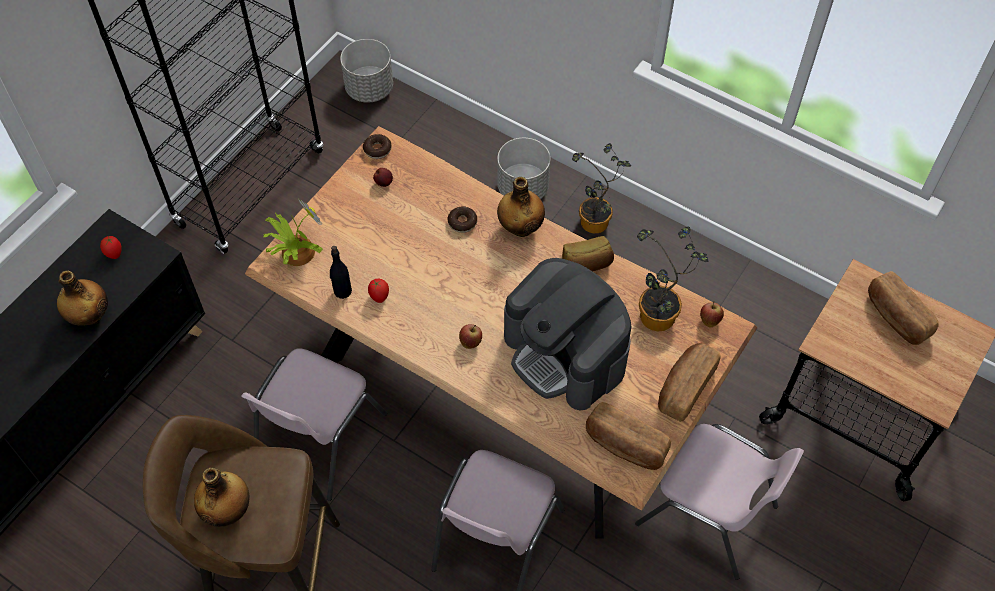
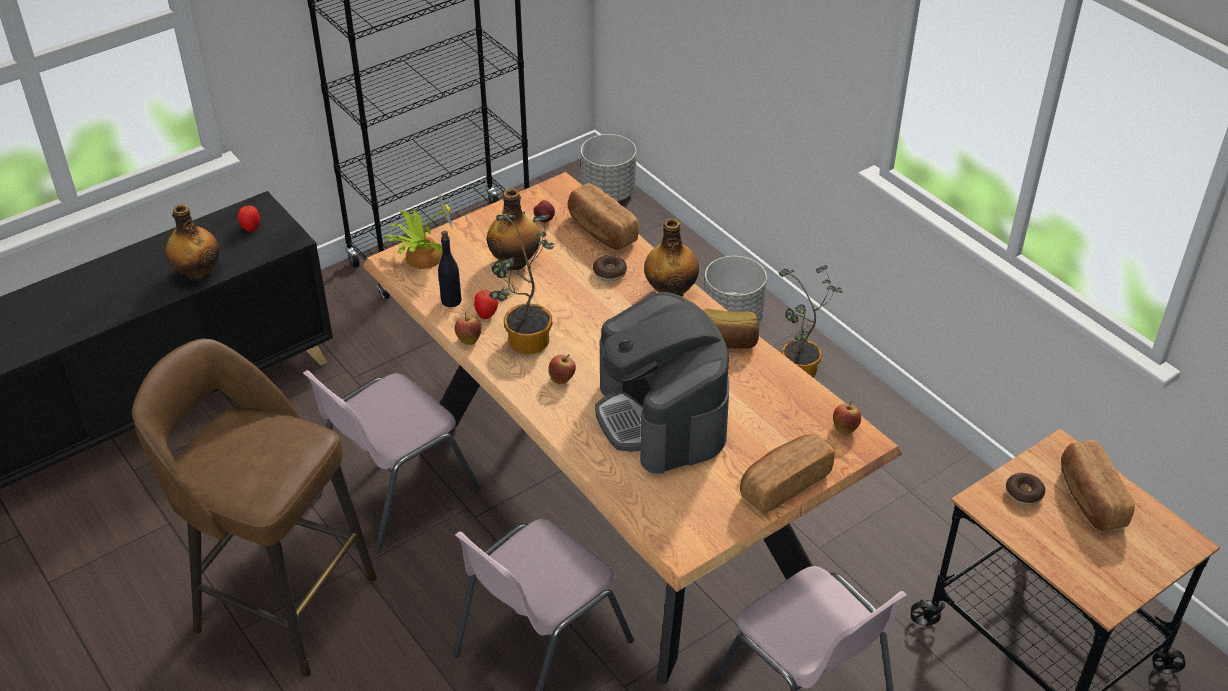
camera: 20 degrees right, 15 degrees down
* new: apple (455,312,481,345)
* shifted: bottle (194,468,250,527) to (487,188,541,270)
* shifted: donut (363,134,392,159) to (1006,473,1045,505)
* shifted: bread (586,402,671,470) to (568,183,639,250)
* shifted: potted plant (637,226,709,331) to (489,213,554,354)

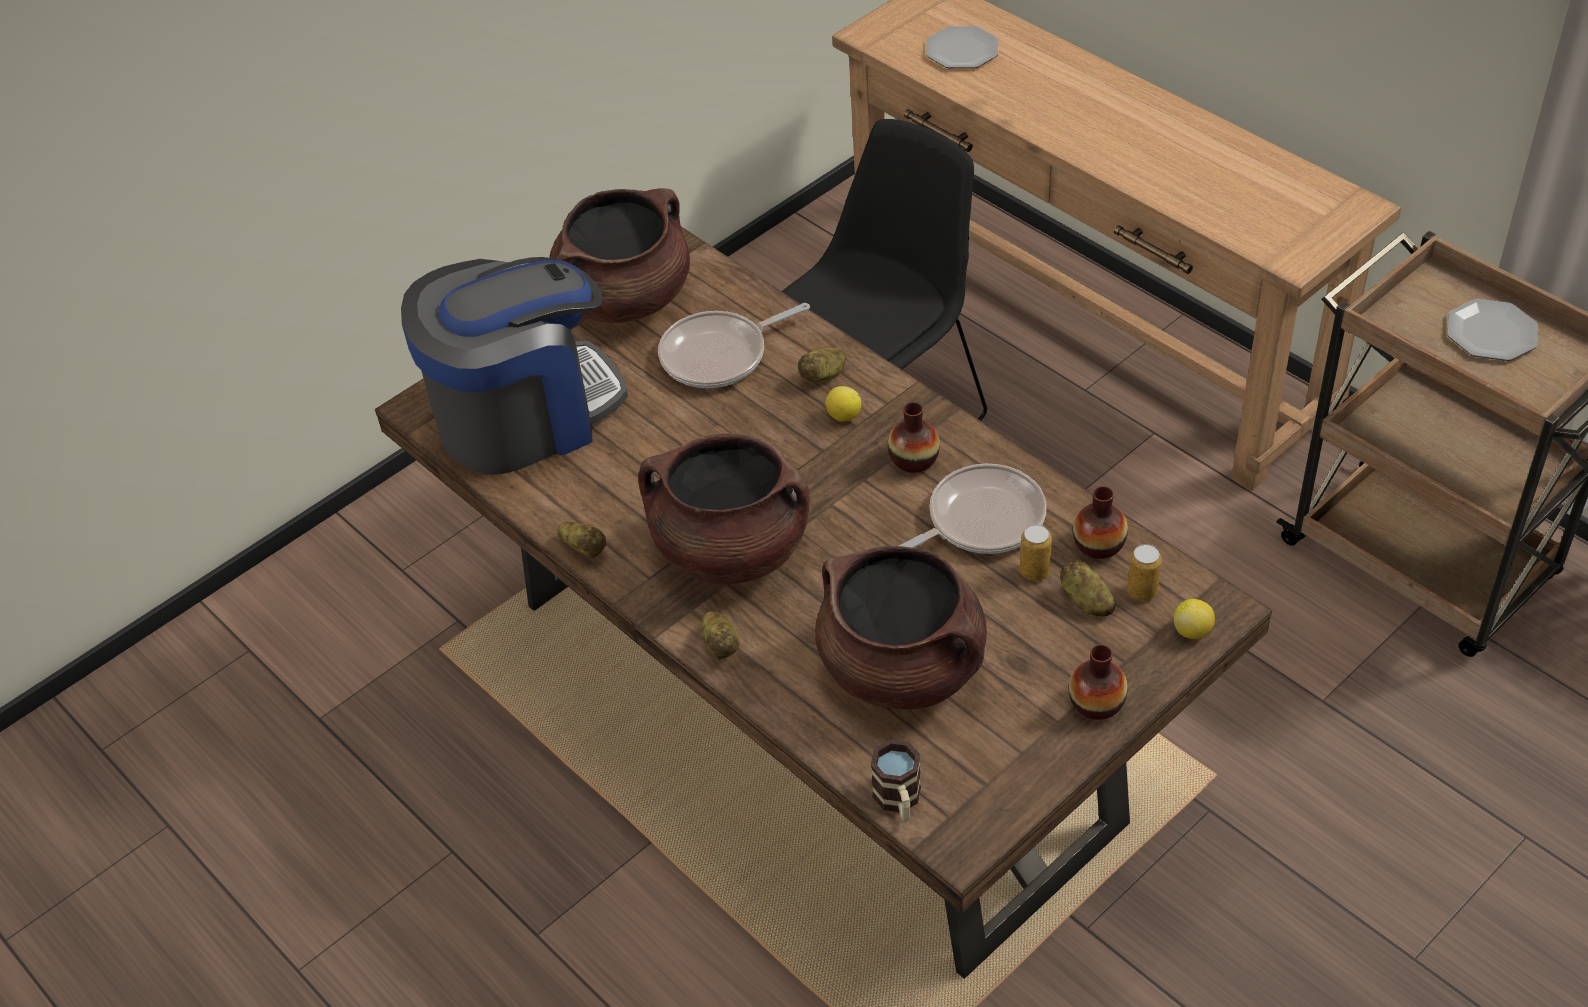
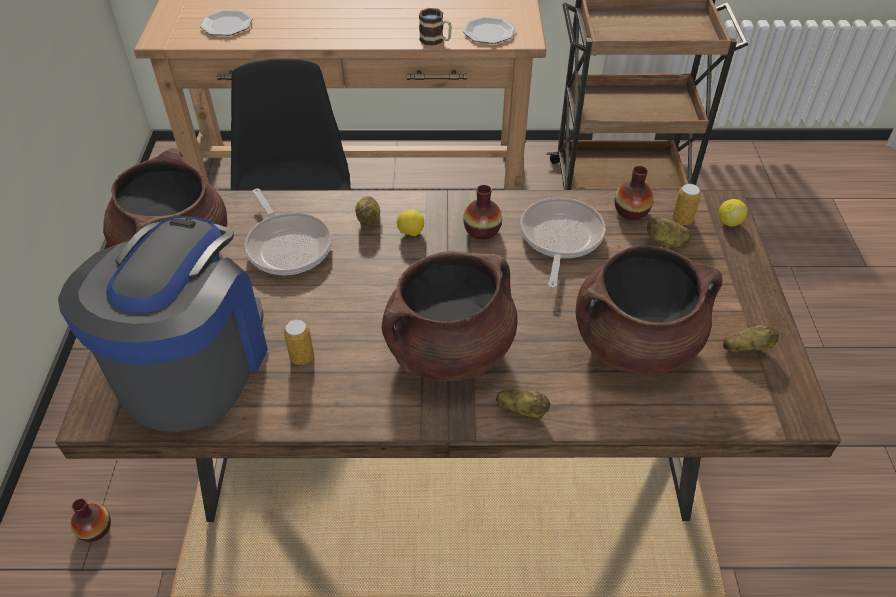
camera: 50 degrees left, 0 degrees up
* shifted: potato (557,521,606,558) to (723,324,779,352)
* shifted: mug (871,739,921,821) to (419,8,452,46)
* shifted: can (1020,525,1052,581) to (284,319,314,365)
* shifted: vase (1069,645,1128,720) to (71,499,111,542)
* shifted: plate (1447,299,1538,361) to (463,16,515,44)
* rotated: frying pan (658,303,810,388) = (245,189,332,275) 45 degrees counterclockwise

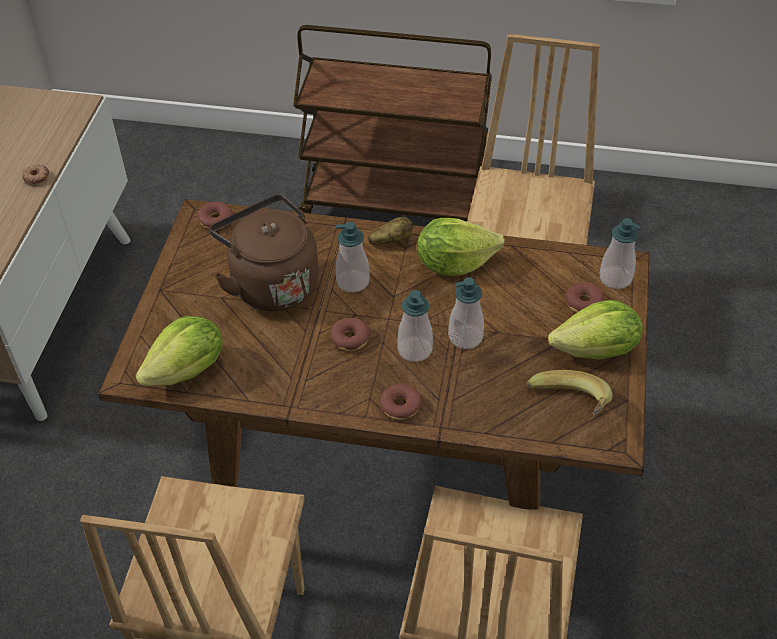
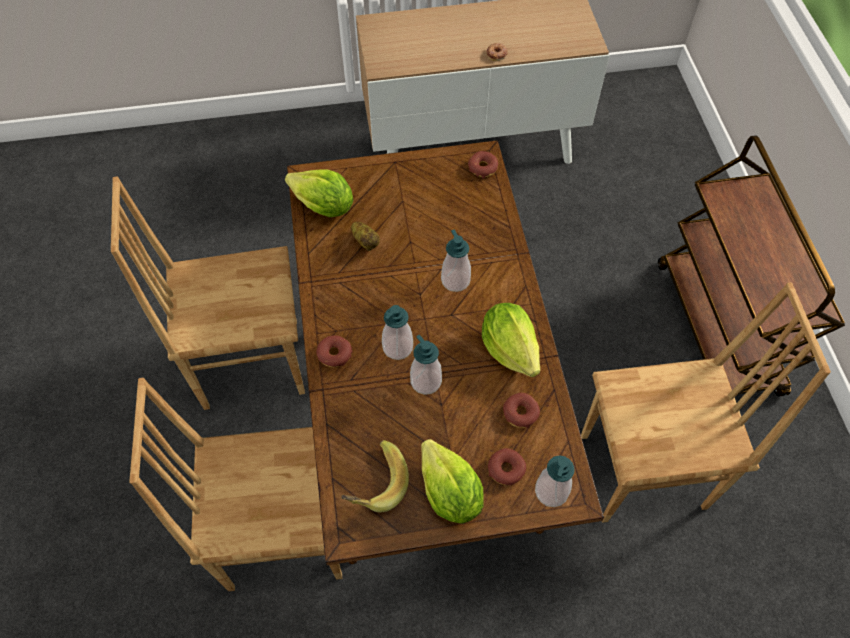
camera: 70 degrees right, 10 degrees up
* gone: brown kettle (210,194,319,311)
* shifted: donut (331,318,371,351) to (503,393,540,428)
* shifted: potato (368,217,413,246) to (351,222,380,251)

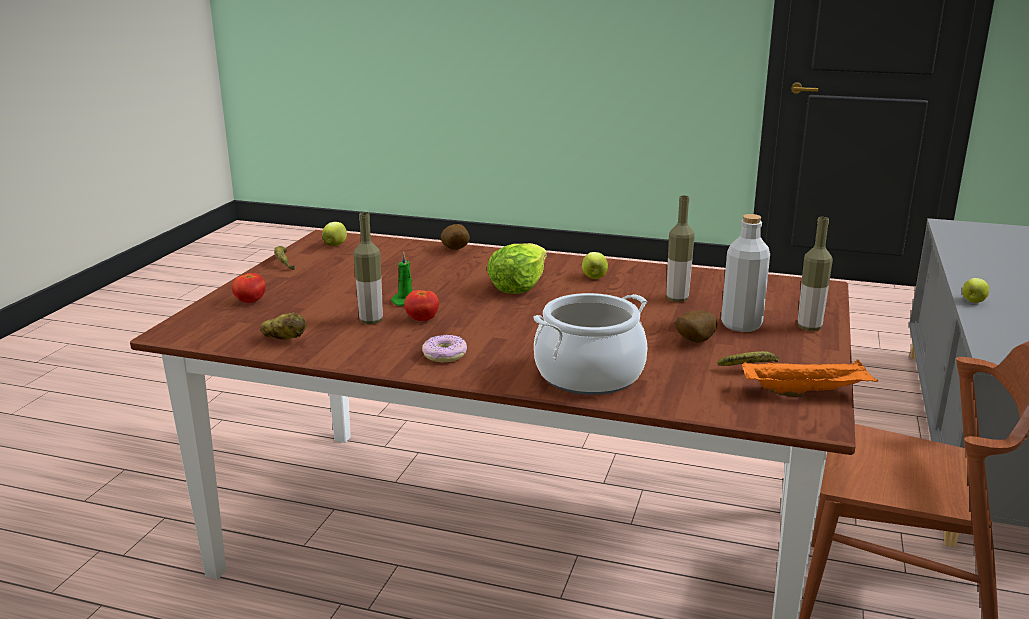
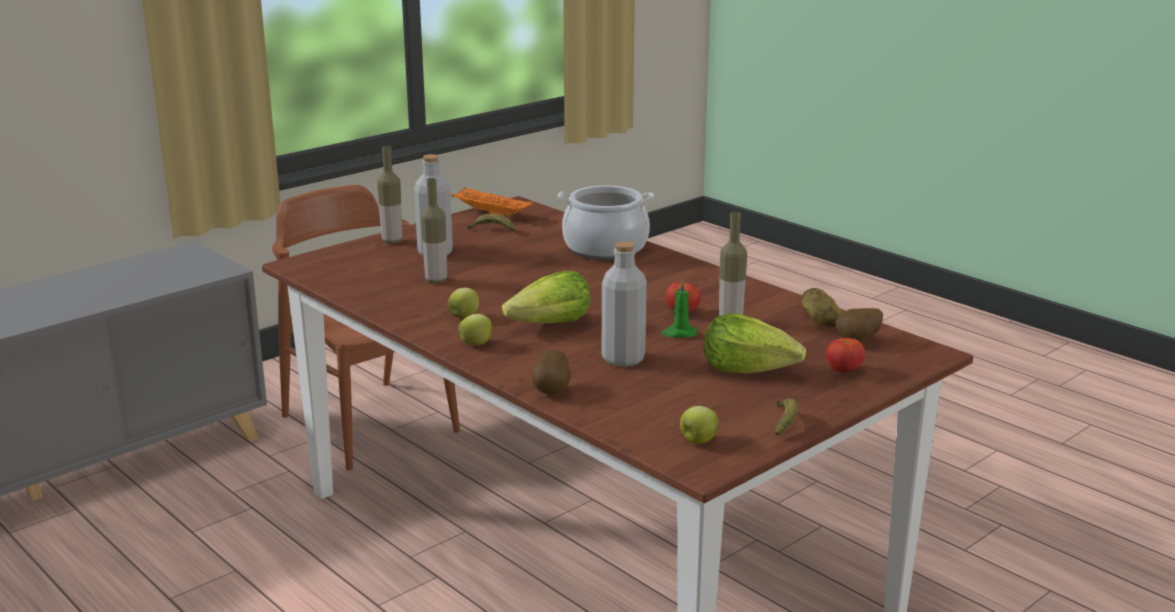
camera: 150 degrees left, 0 degrees up
* gone: donut (422,335,467,363)
* new: grey bottle (602,241,647,367)
* new: lettuce (704,313,806,374)
* shifted: potato (675,310,718,343) to (835,308,883,342)
* shifted: apple (962,278,989,303) to (458,314,495,345)

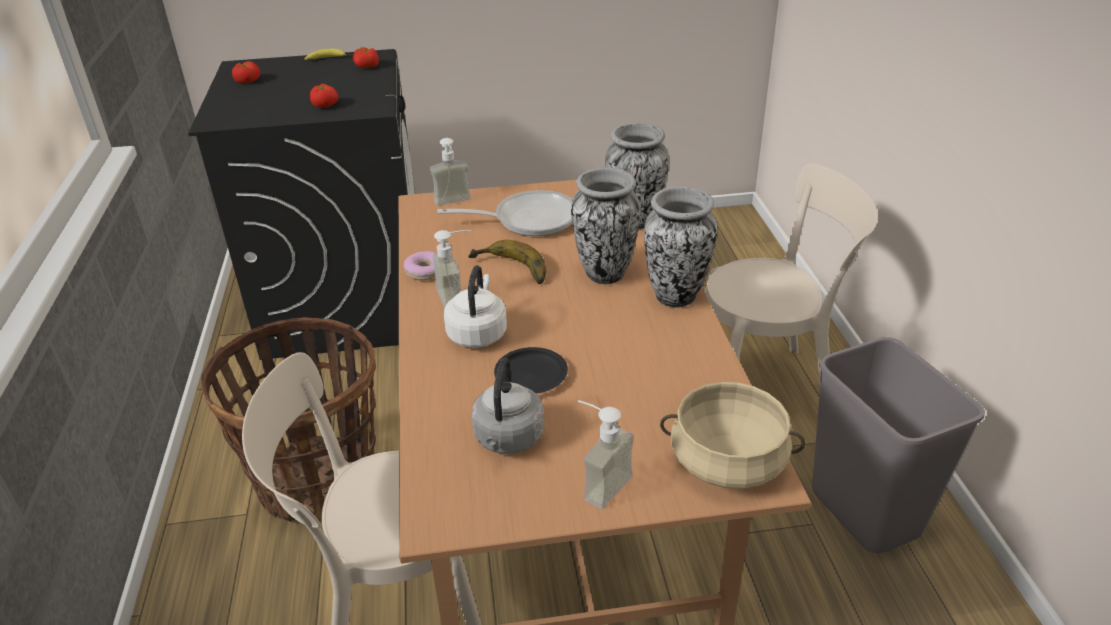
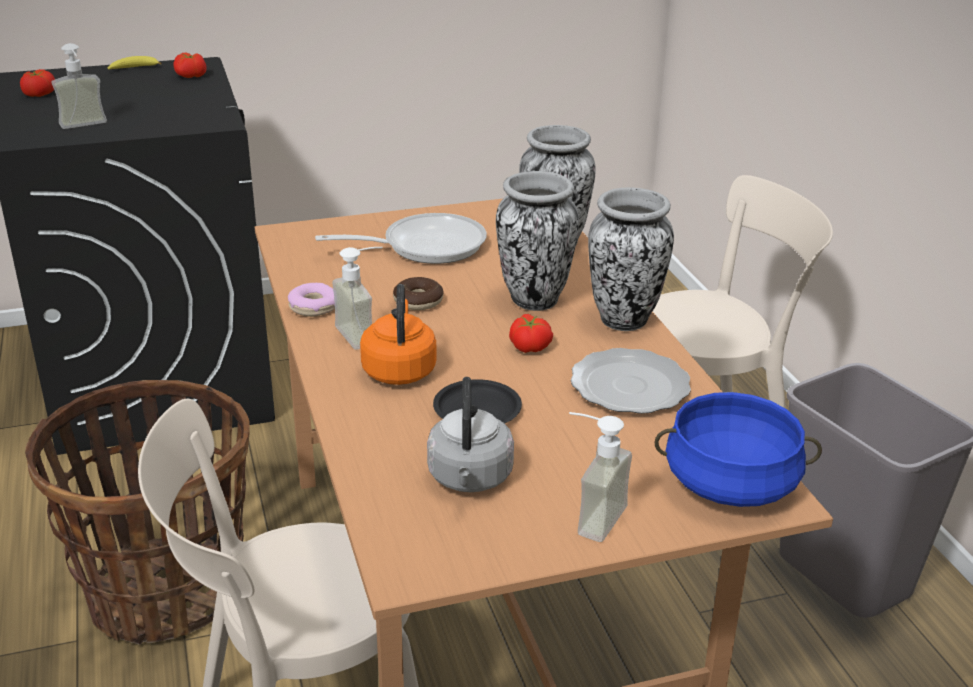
camera: 10 degrees left, 5 degrees down
* new: plate (571,348,691,414)
* shifted: tomato (310,84,338,108) to (509,314,553,353)
* shifted: soap dispenser (430,138,471,206) to (52,43,107,129)
* swapped: banana (468,240,546,284) to donut (393,277,444,310)
* repainted: white kettle (444,265,507,348) to orange kettle (360,284,437,385)
* repainted: beige cooking pot (660,382,805,489) to blue cooking pot (654,392,822,507)

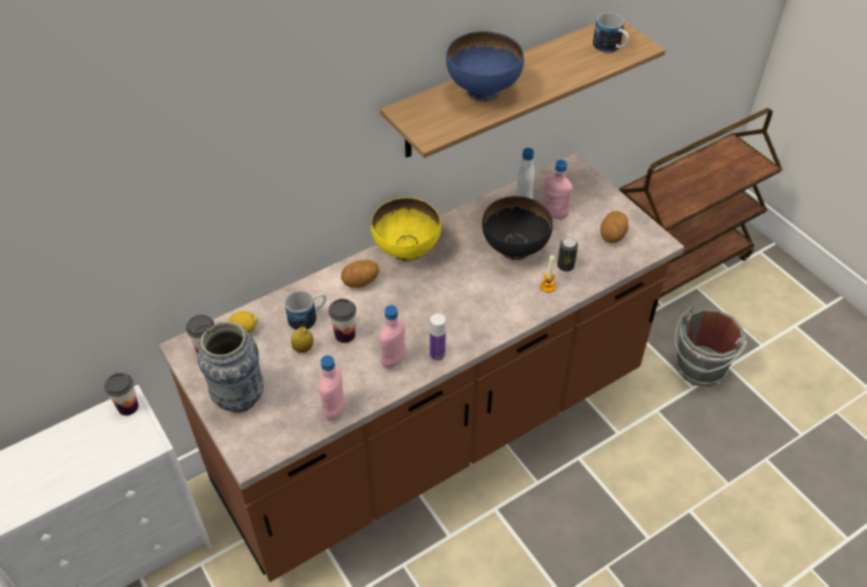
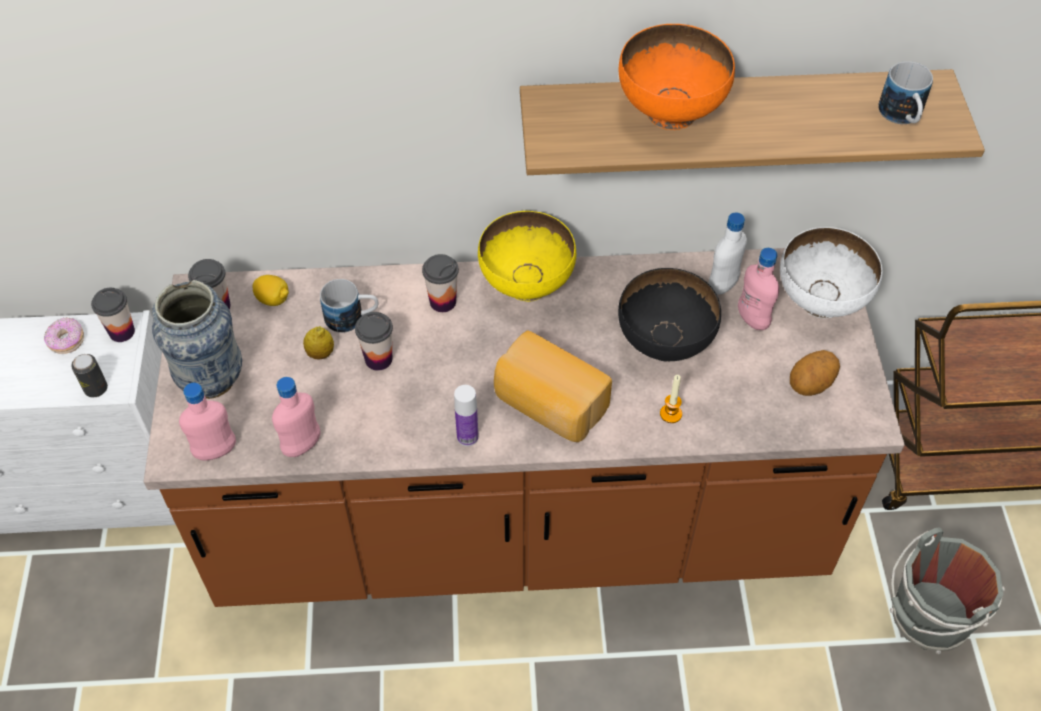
camera: 30 degrees right, 5 degrees up
* new: donut (44,317,84,354)
* new: bread (494,330,612,442)
* new: white bowl (780,227,882,318)
* shifted: pink bottle (379,305,406,368) to (179,383,236,461)
* shifted: can (557,237,578,271) to (71,354,108,397)
* swapped: potato (341,260,379,288) to cup (422,254,459,312)
* repainted: blue bowl (446,31,524,102) to orange bowl (619,24,735,130)

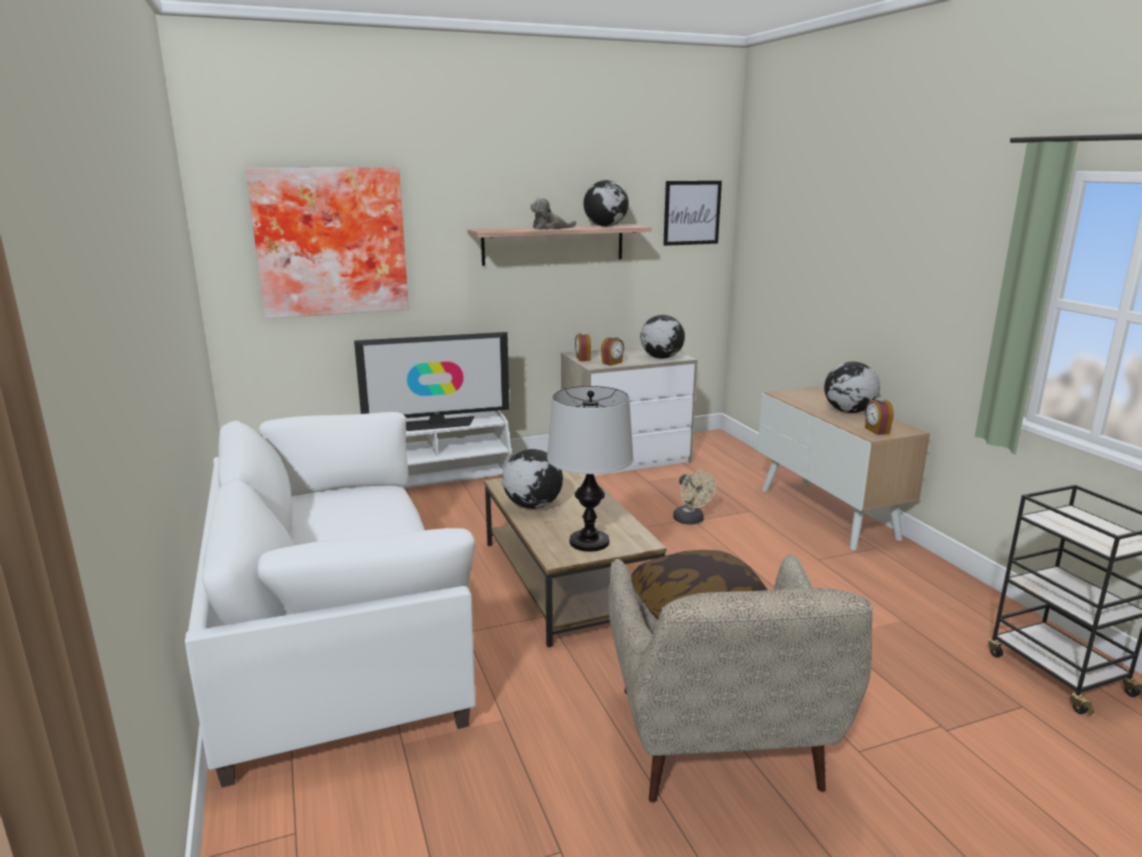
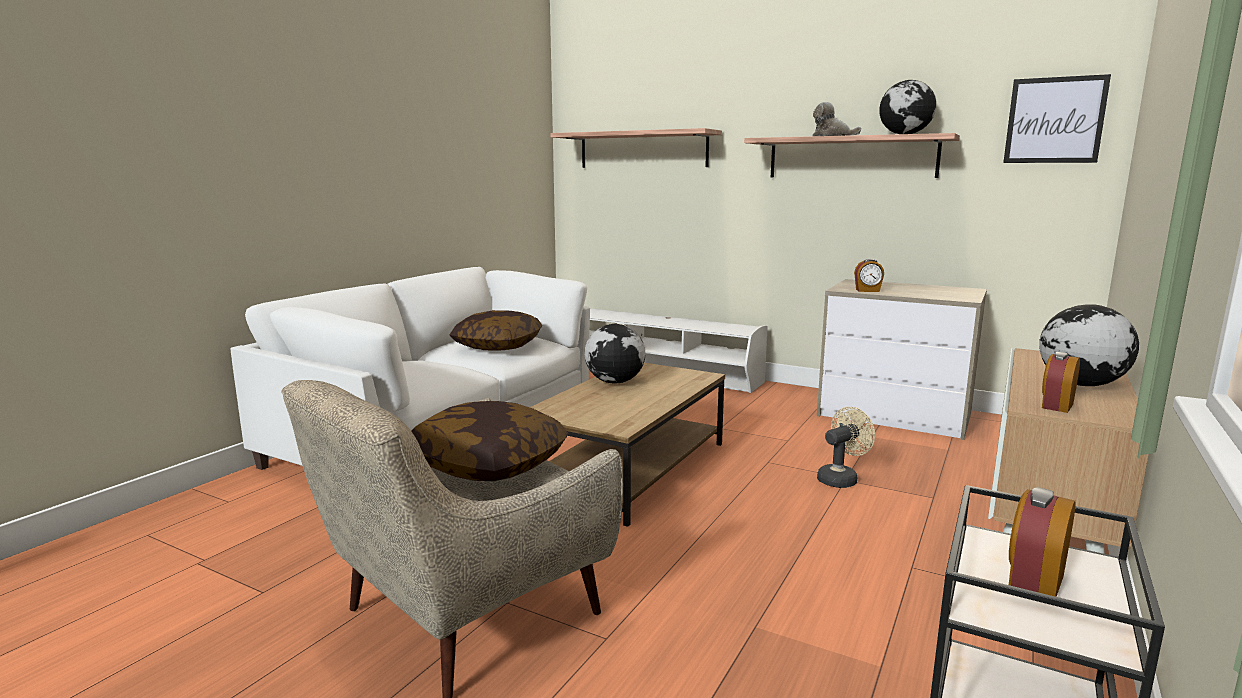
camera: 50 degrees right, 5 degrees down
* gone: television (354,332,510,431)
* gone: table lamp (547,386,634,552)
* gone: globe (640,315,685,359)
* new: pillow (450,310,542,351)
* shifted: alarm clock (575,333,591,361) to (1009,487,1076,597)
* swapped: picture (246,167,409,319) to shelf (551,128,722,168)
* rotated: beige fan (673,470,716,525) = (817,407,875,488) 150 degrees counterclockwise

